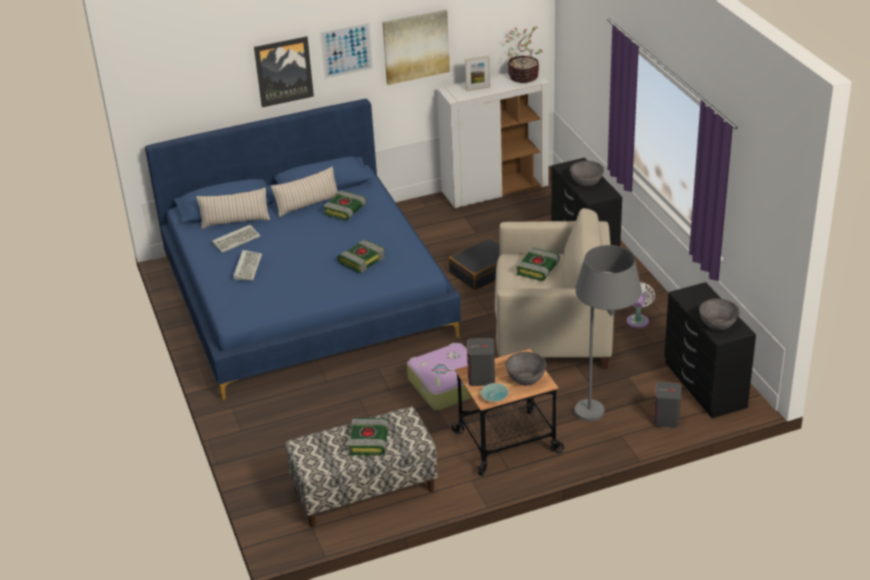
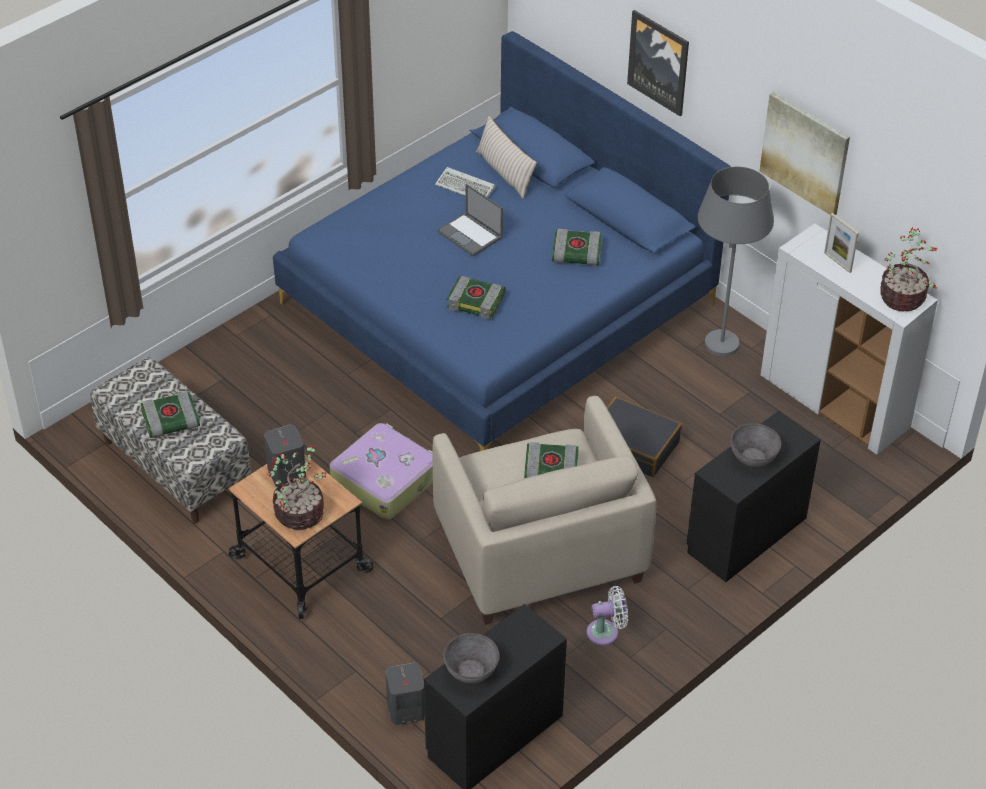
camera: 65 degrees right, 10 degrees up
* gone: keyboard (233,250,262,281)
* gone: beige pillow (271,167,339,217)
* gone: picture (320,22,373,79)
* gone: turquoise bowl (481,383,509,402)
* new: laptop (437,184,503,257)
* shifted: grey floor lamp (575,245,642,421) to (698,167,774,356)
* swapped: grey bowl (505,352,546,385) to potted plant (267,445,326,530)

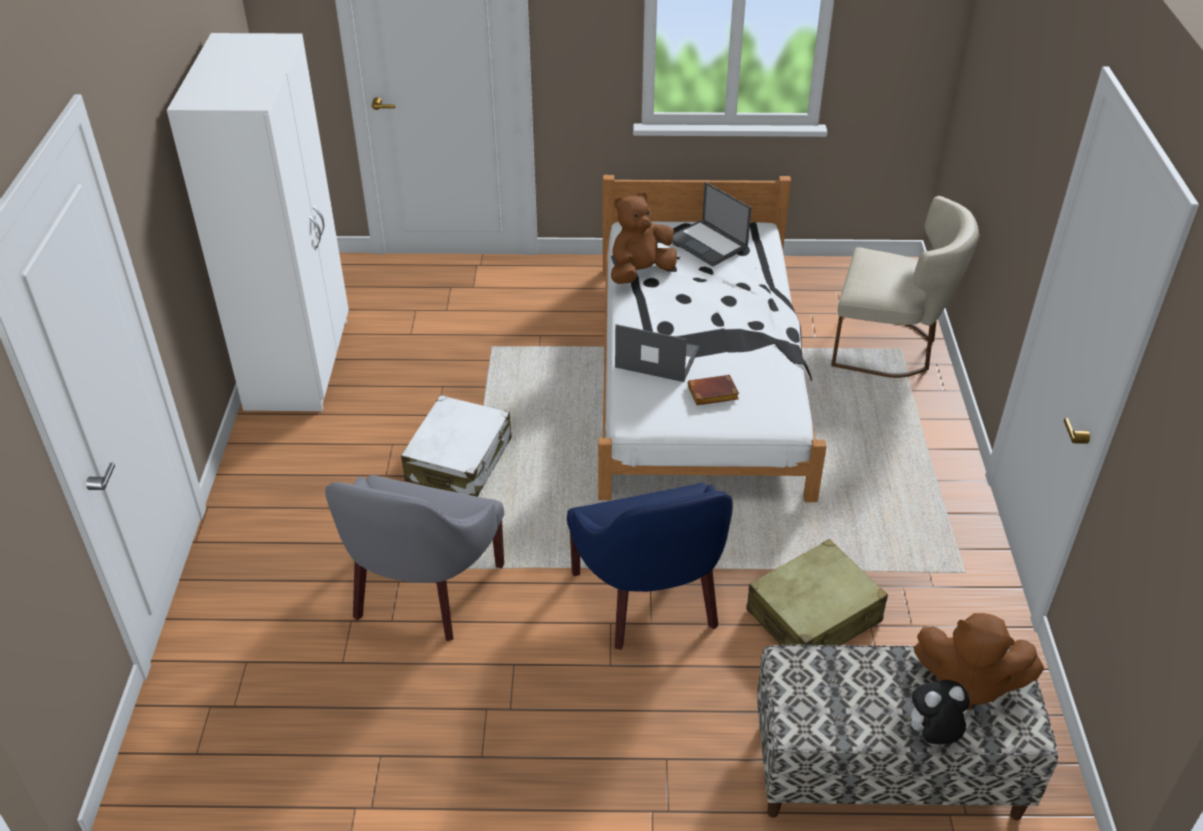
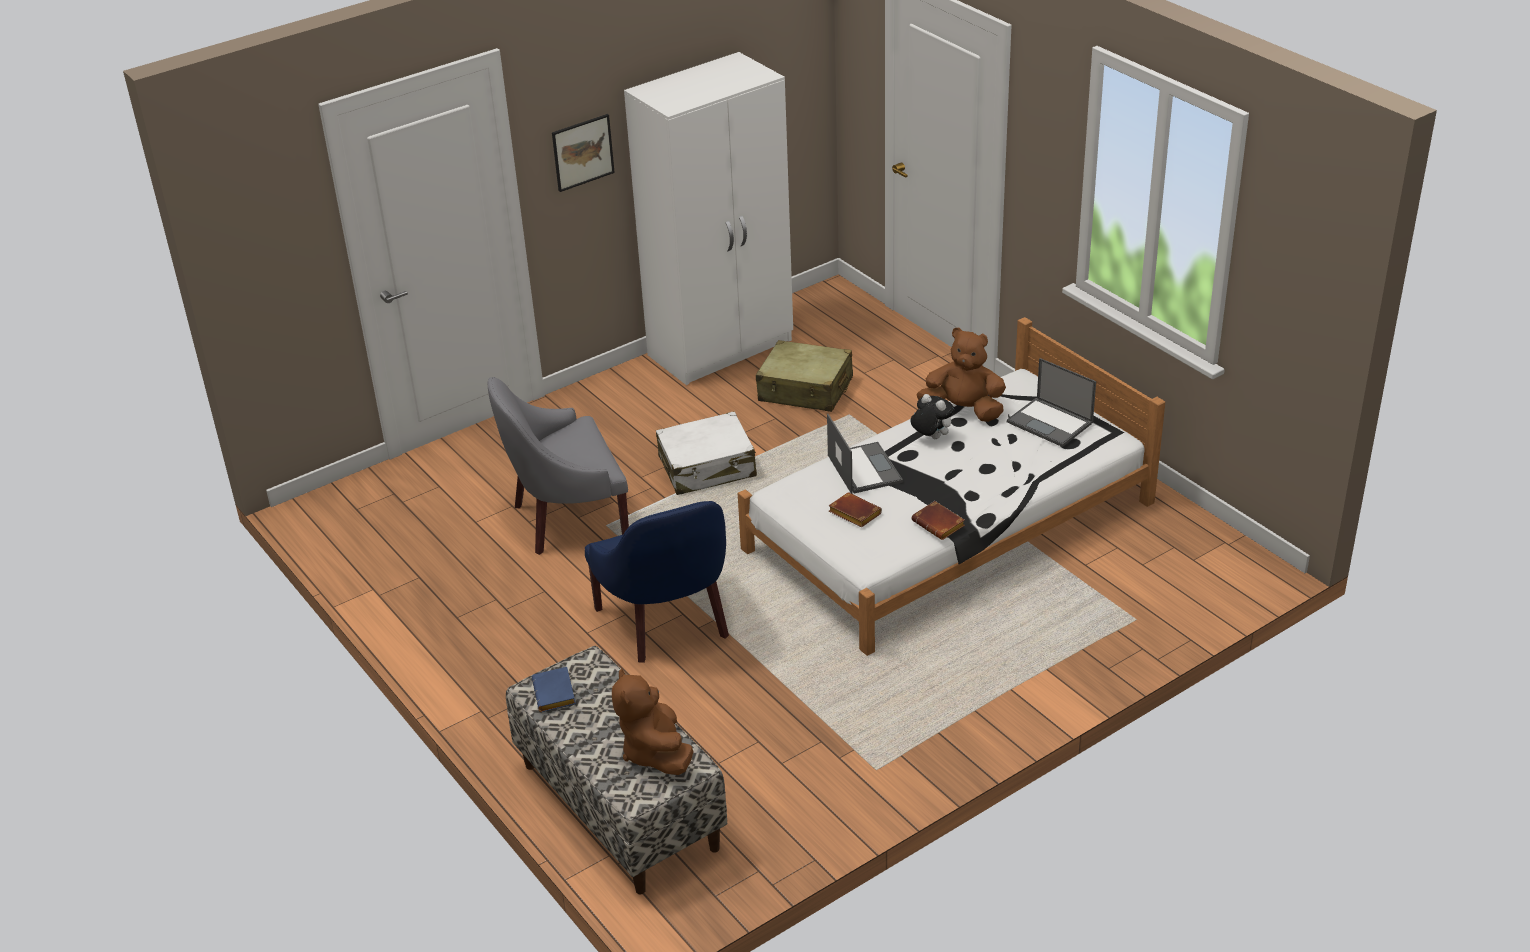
camera: 55 degrees right, 5 degrees down
* gone: beige chair (831,196,979,378)
* new: blue book (532,667,576,712)
* new: picture (552,114,615,192)
* new: brown book (911,501,965,540)
* shifted: beige suitcase (746,539,888,645) to (756,340,853,412)
* shifted: plush toy (904,680,970,744) to (910,394,954,439)
* rotated: blue armchair (567,483,733,650) = (585,501,729,663) 60 degrees counterclockwise
* rotated: laptop (673,182,752,267) = (1007,358,1096,447) 60 degrees counterclockwise

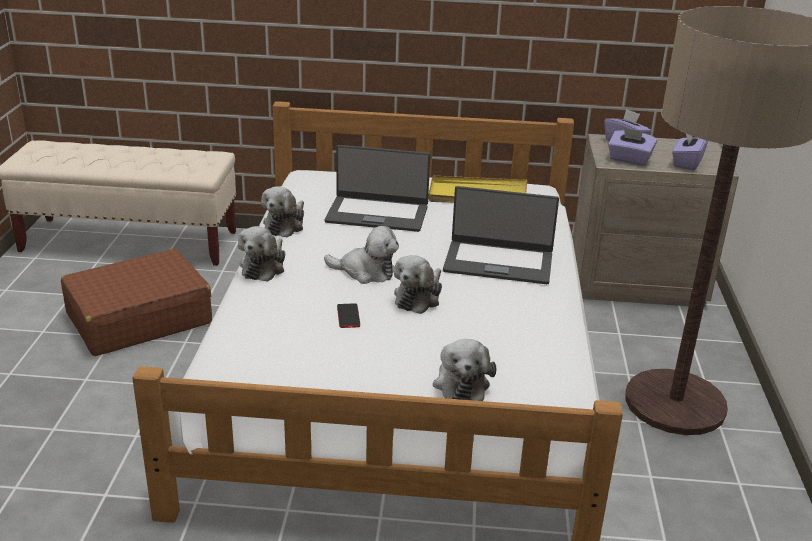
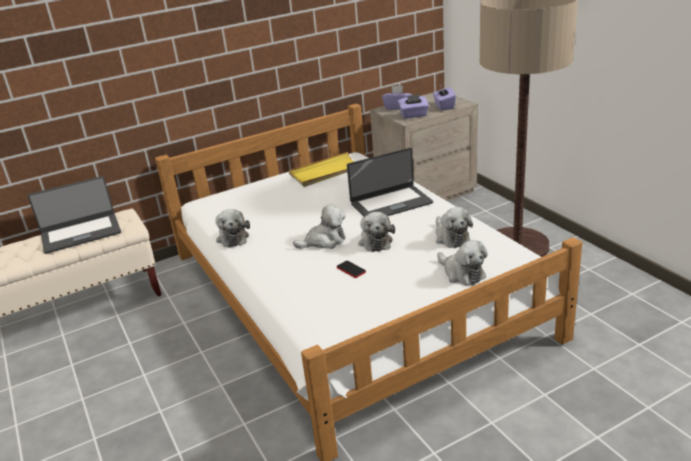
camera: 30 degrees left, 0 degrees up
* gone: brown suitcase (61,249,212,356)
* shifted: plush toy (238,226,285,282) to (436,207,473,248)
* shifted: laptop (325,145,430,232) to (28,176,121,254)

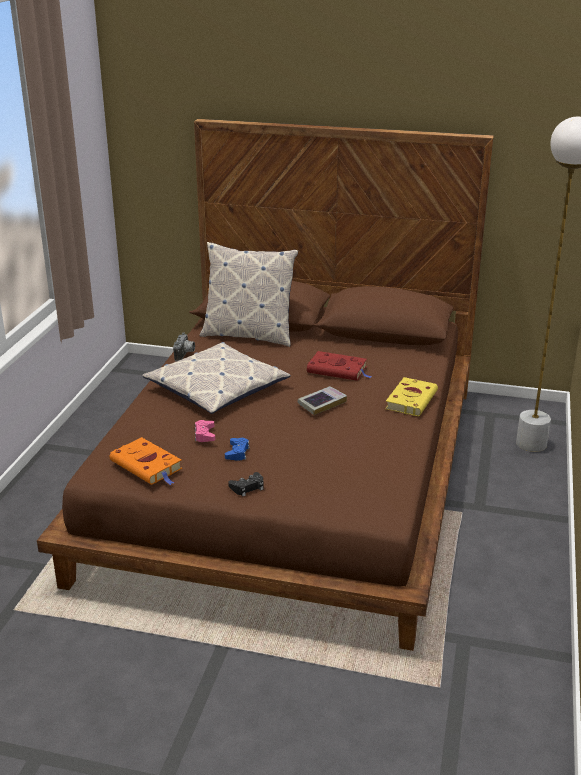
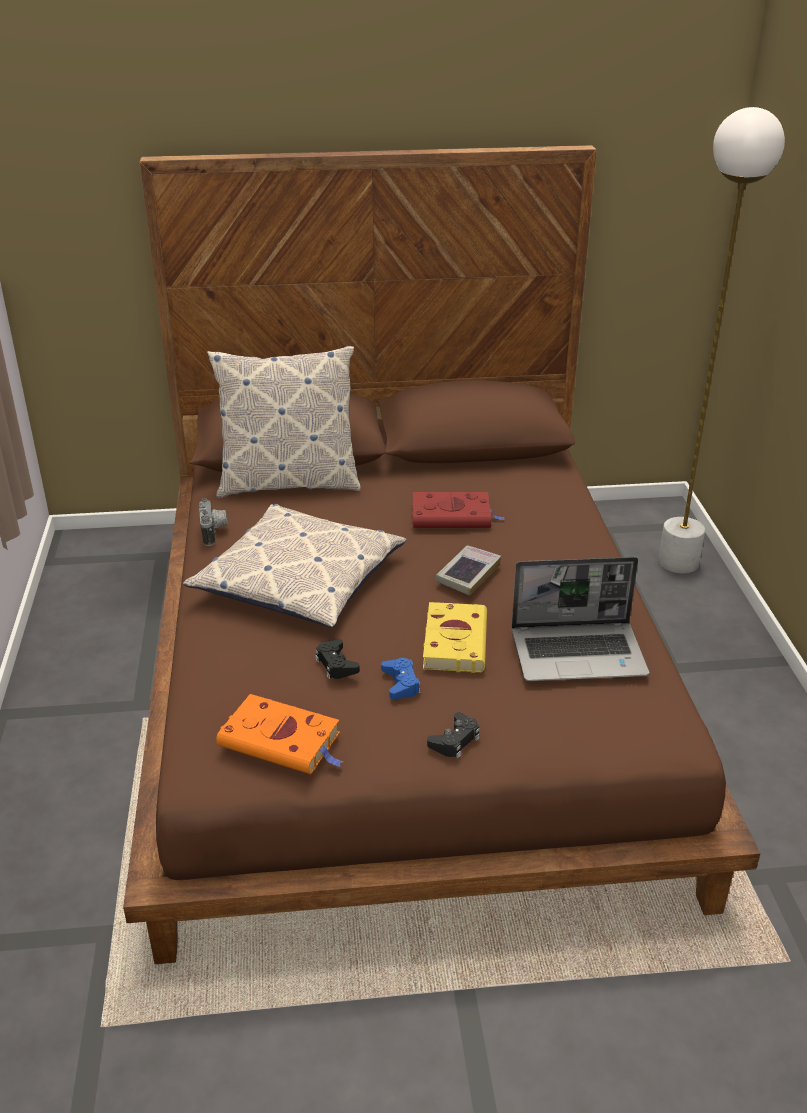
camera: 20 degrees left, 5 degrees up
* new: laptop (512,557,649,681)
* shifted: yellow book (385,377,438,416) to (423,602,487,673)
* repainted: pink game controller (195,420,215,442) to black game controller (315,639,360,679)

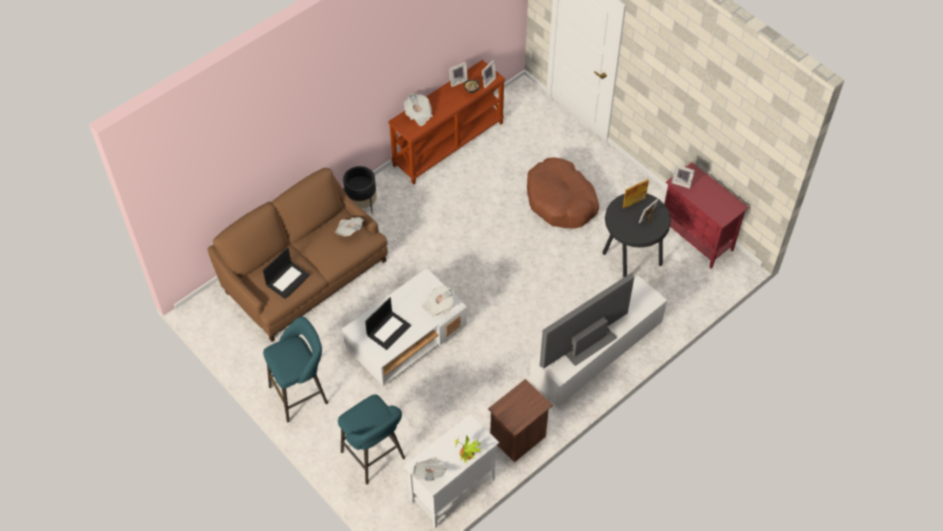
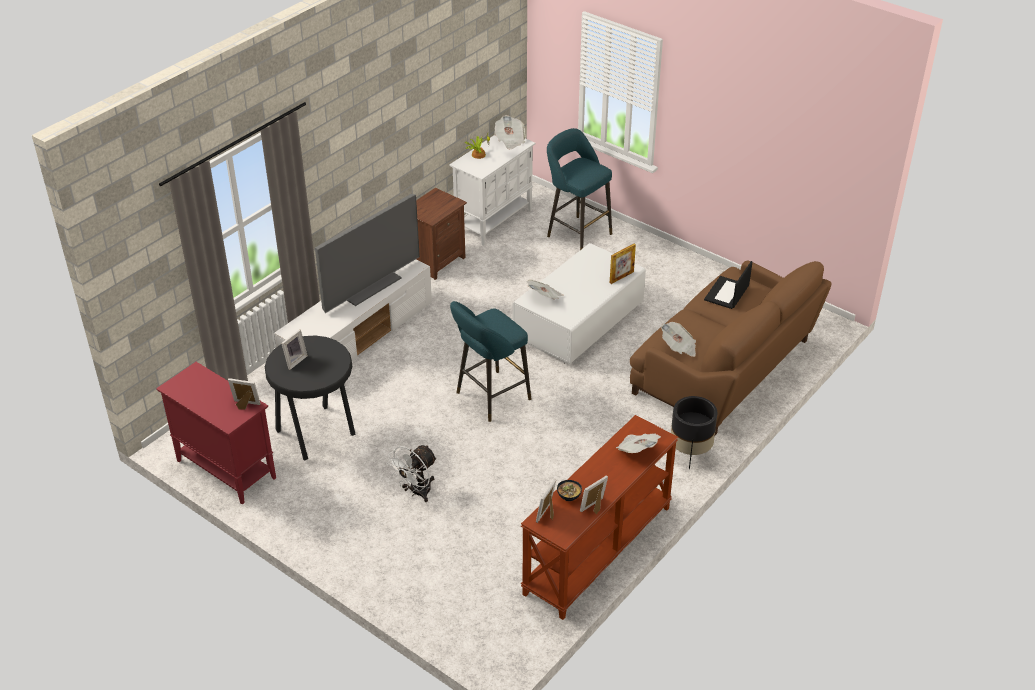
camera: 170 degrees right, 15 degrees down
* gone: laptop (365,297,411,350)
* shifted: turquoise stool (263,317,328,422) to (450,301,531,422)
* shifted: picture frame (623,179,649,209) to (610,244,636,284)
* swapped: brown dog bed (527,157,599,229) to white fan (387,445,437,502)

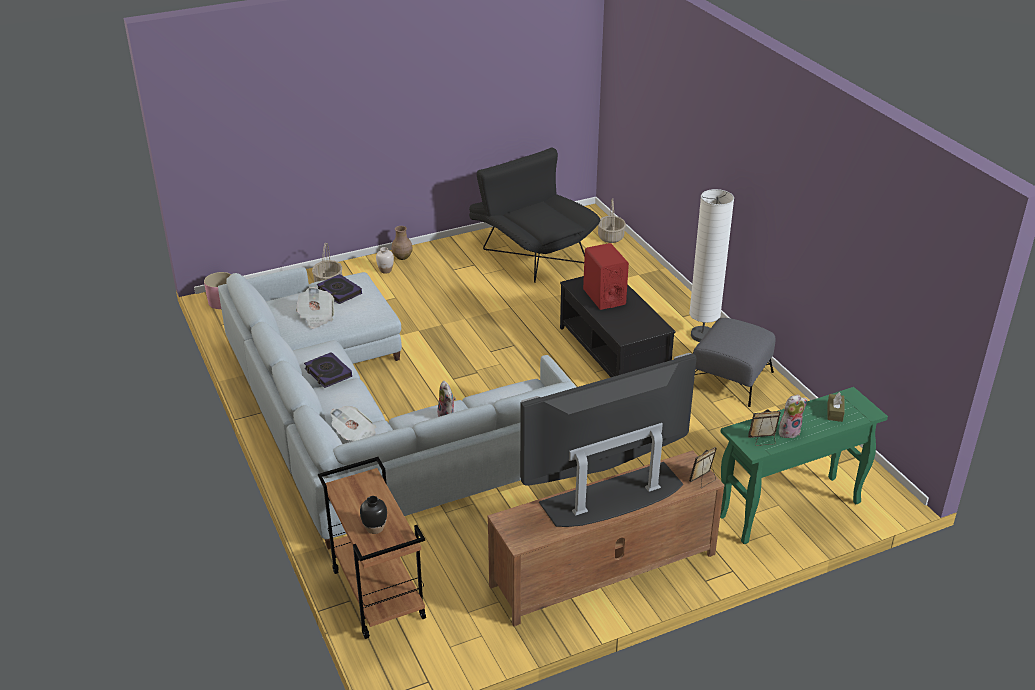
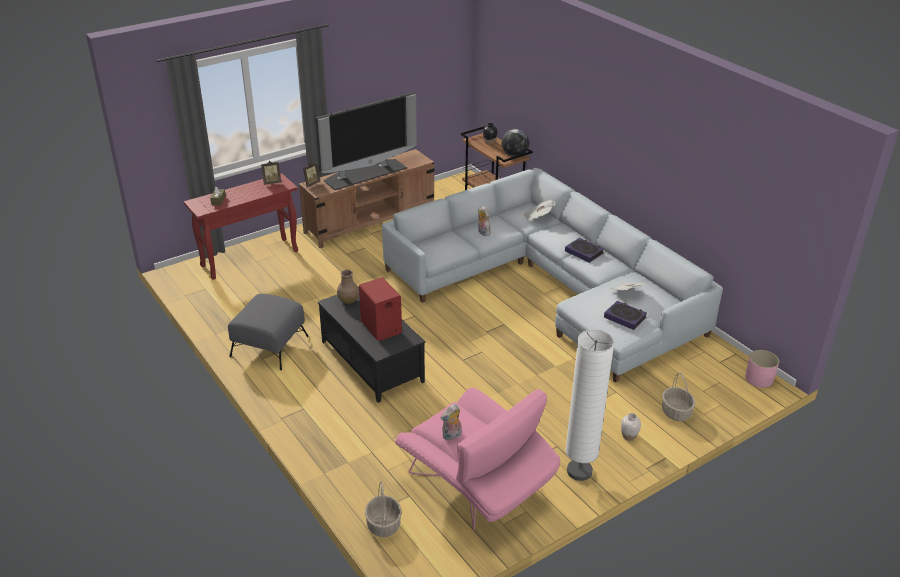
camera: 170 degrees right, 0 degrees up
* new: globe (502,129,529,157)
* shifted: brown vase (391,226,413,260) to (337,270,359,304)
* shifted: white floor lamp (689,189,734,342) to (565,329,615,481)
* shifted: plush toy (779,394,808,438) to (441,404,461,440)
* repainted: black armchair (469,147,600,283) to pink armchair (395,388,560,530)
* repainted: green console table (720,387,888,544) to red console table (184,173,298,280)

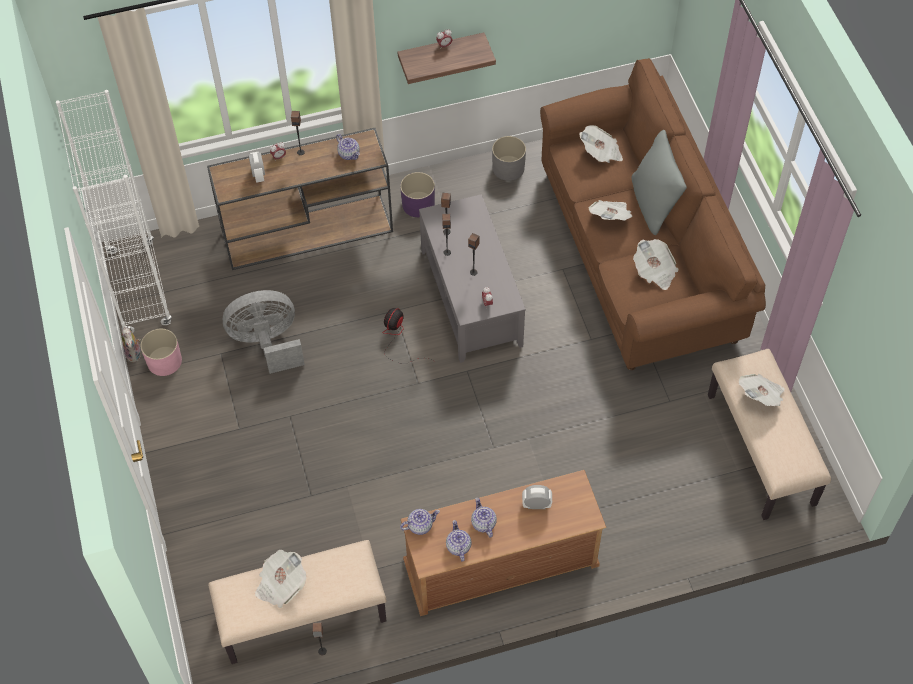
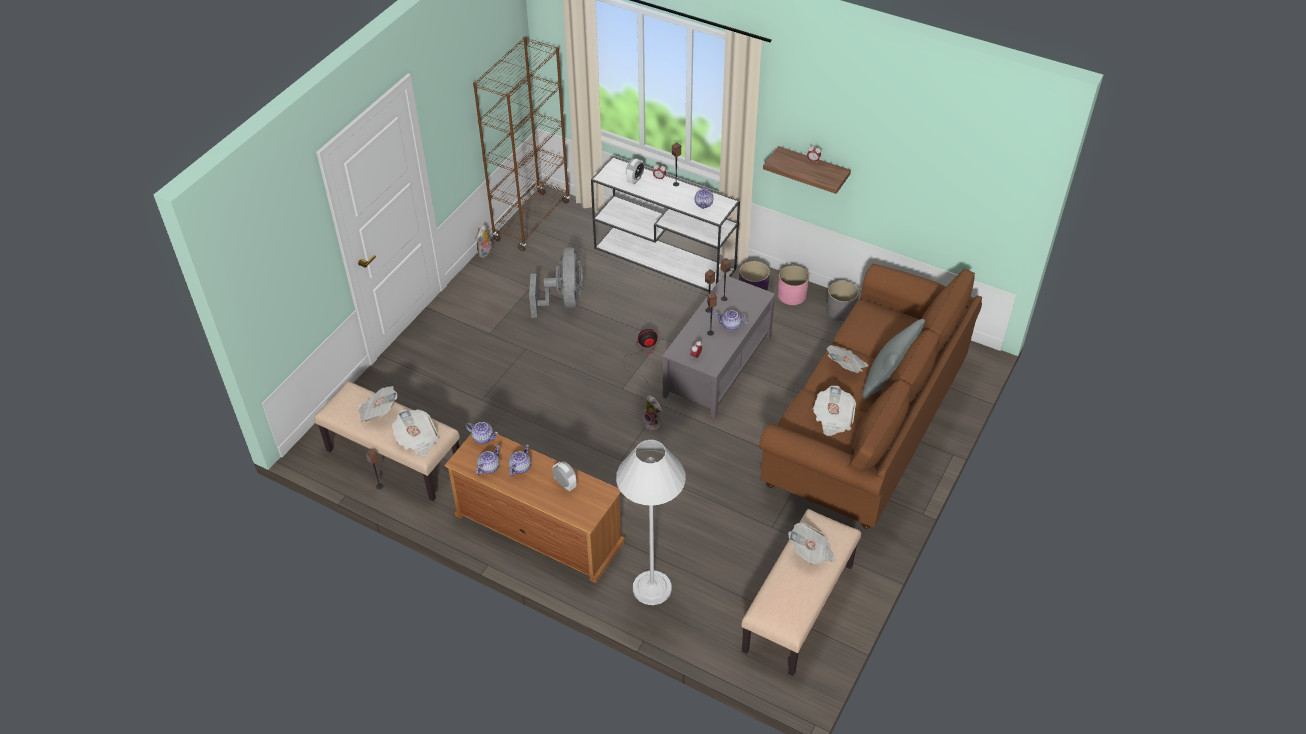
camera: 45 degrees right, 10 degrees down
* new: white floor lamp (616,440,686,605)
* new: plush toy (643,396,662,430)
* new: teapot (715,310,748,331)
* shifted: pink planter (140,329,182,376) to (778,265,809,305)
* shifted: newspaper (579,125,623,163) to (392,409,439,457)
* repainted: white bookcase (56,90,172,333) to brown bookcase (473,36,570,251)
* repainted: brown console table (207,128,393,270) to white console table (591,156,740,292)
* rotated: grey fan (223,290,305,374) = (529,247,583,318) 60 degrees clockwise

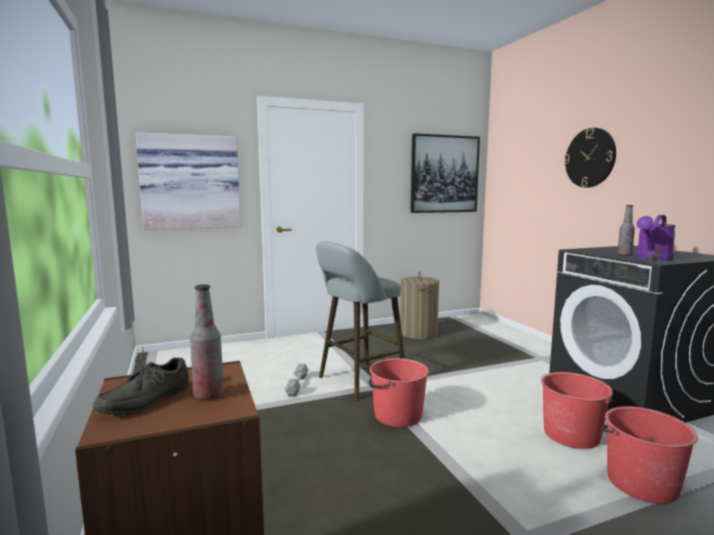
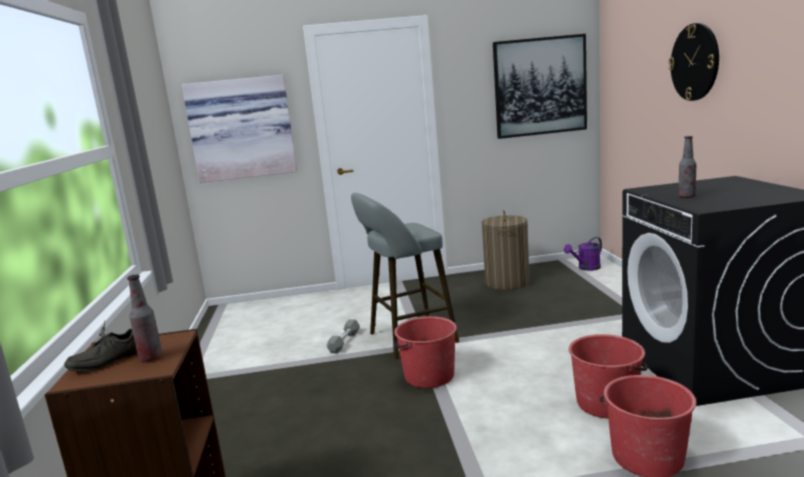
camera: 15 degrees right, 5 degrees up
* shifted: purple watering can (637,215,676,261) to (564,237,602,271)

